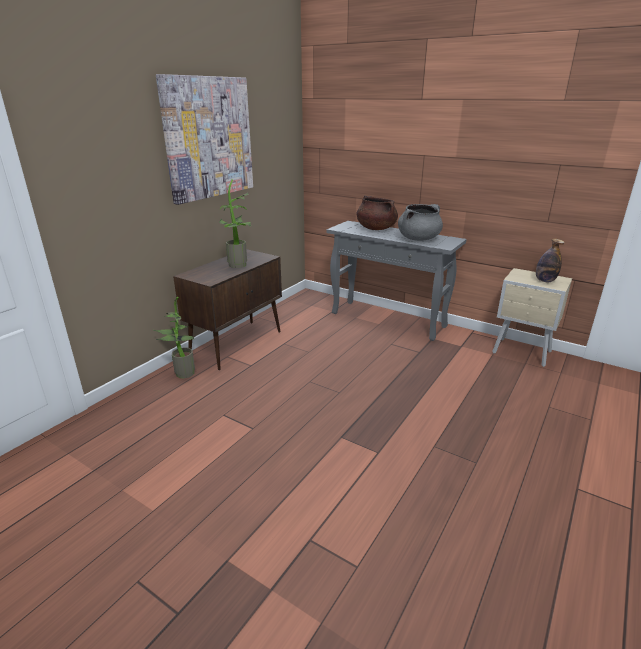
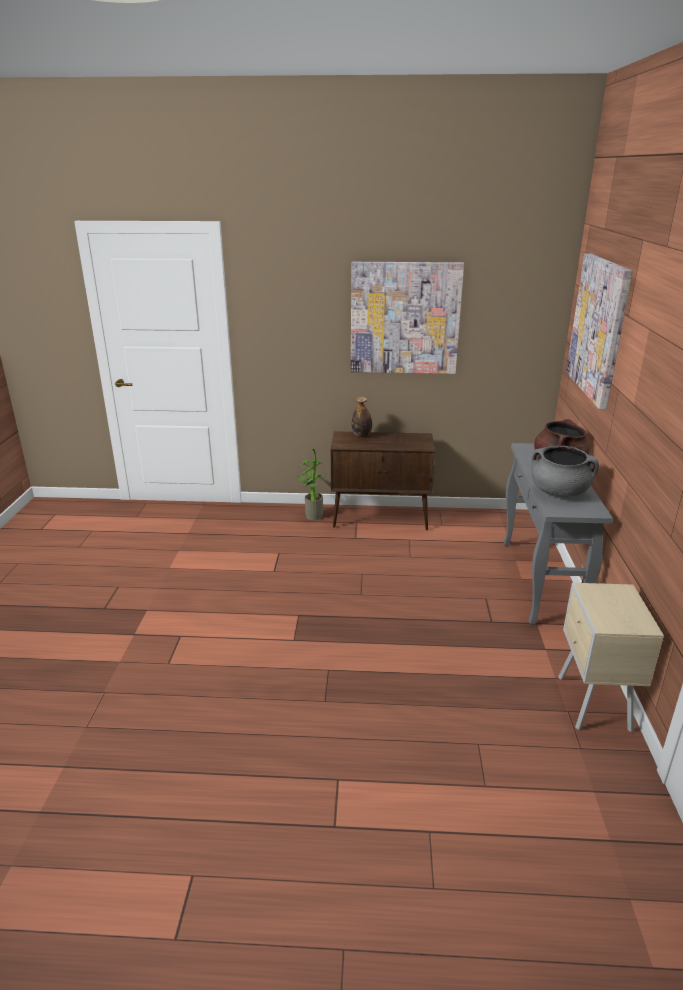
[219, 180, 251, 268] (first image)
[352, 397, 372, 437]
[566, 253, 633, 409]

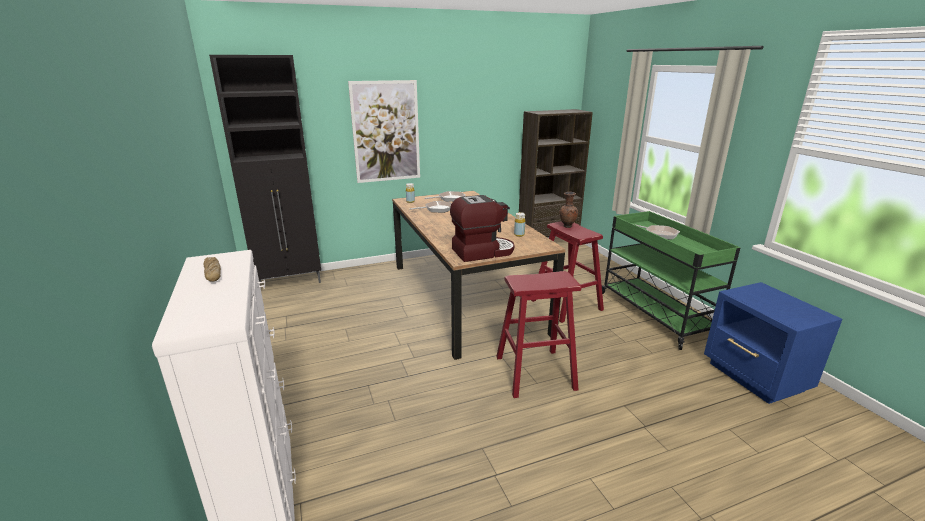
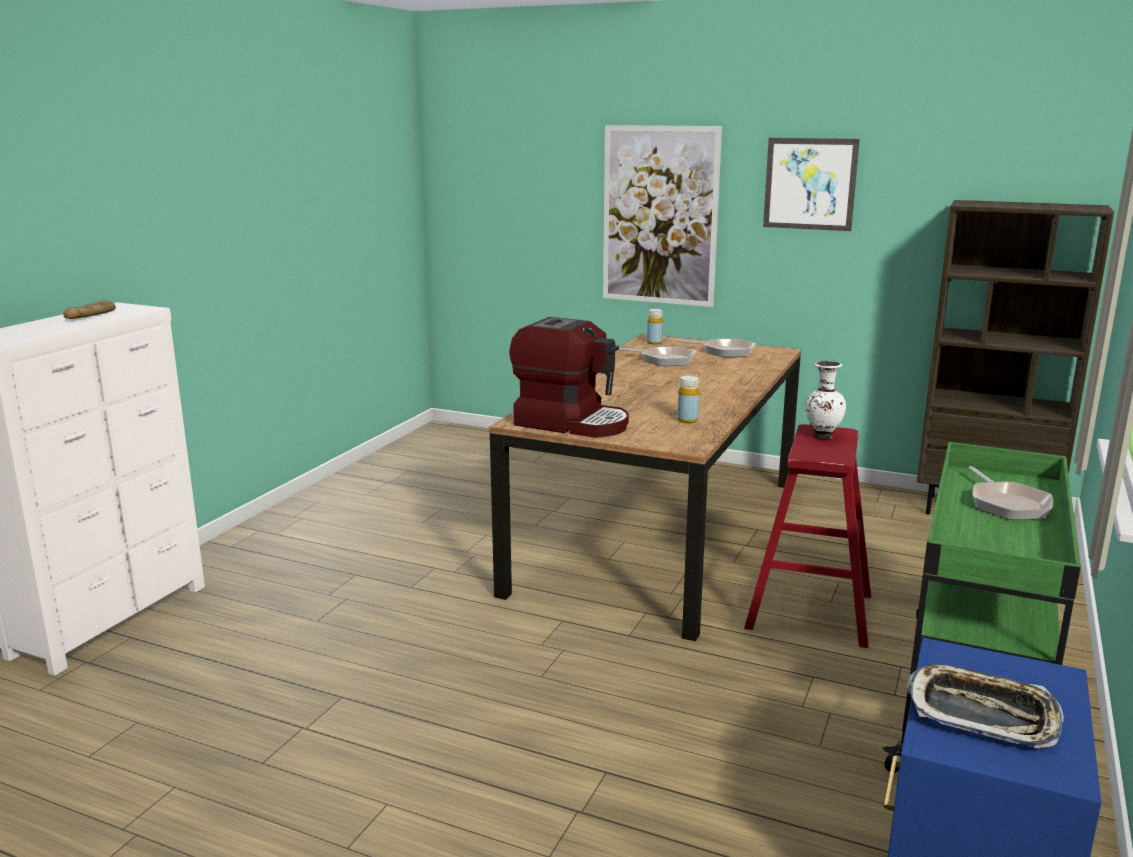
[209, 55, 321, 283] (first image)
[805, 361, 846, 439]
[496, 271, 581, 398] (first image)
[763, 138, 860, 231]
[906, 664, 1064, 748]

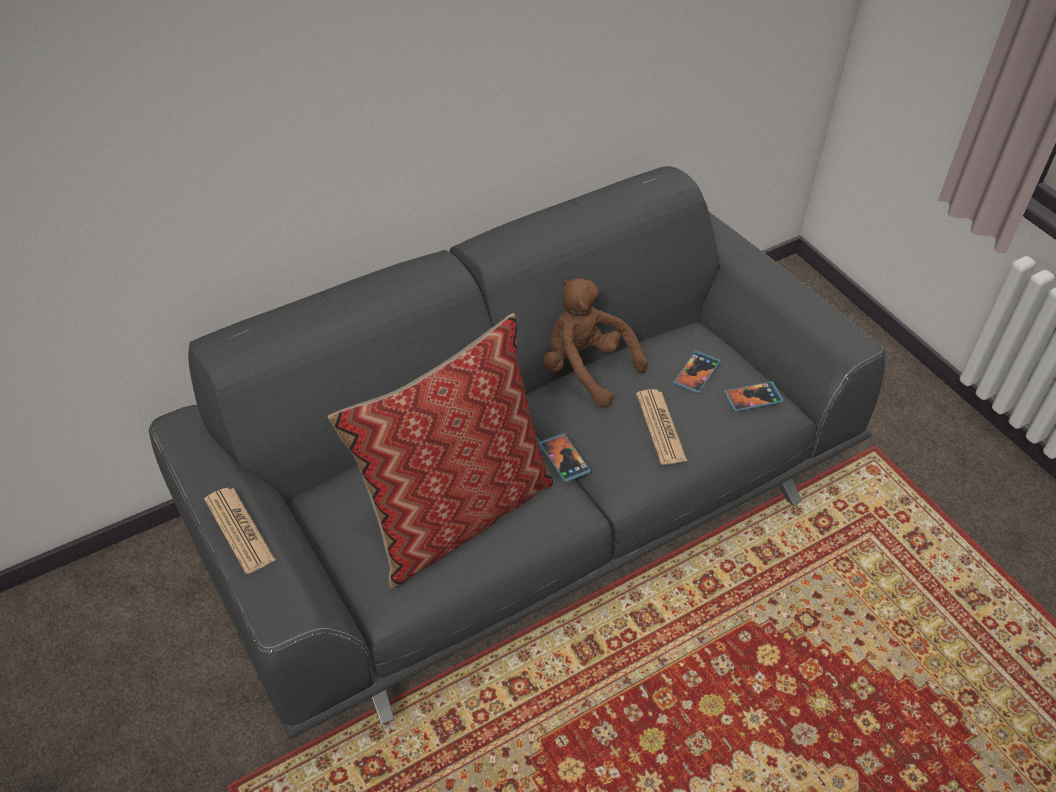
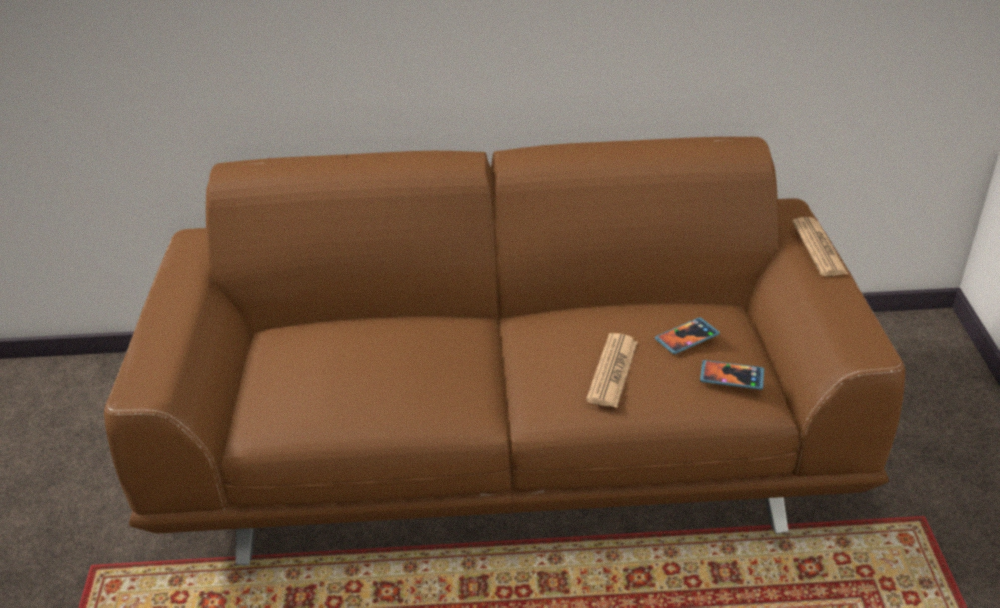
[104, 137, 905, 565]
[543, 278, 648, 407] (first image)
[328, 313, 553, 589] (first image)
[539, 433, 591, 482] (first image)
[792, 217, 848, 276]

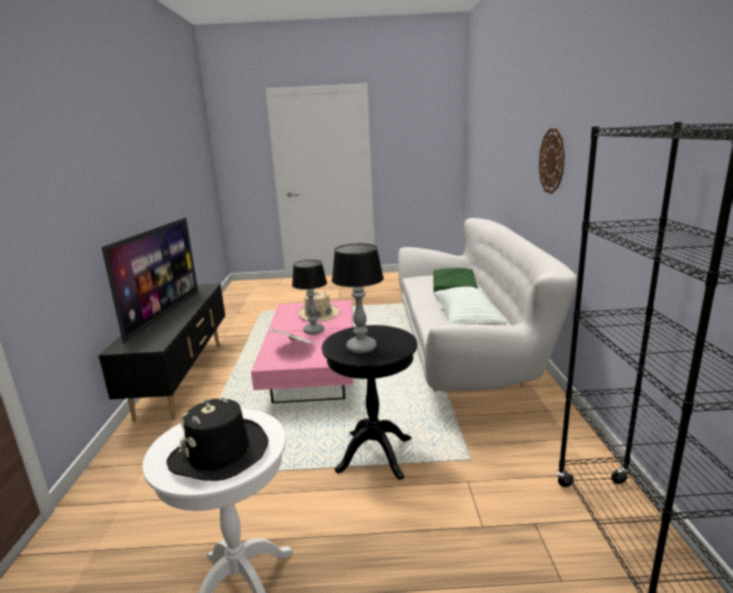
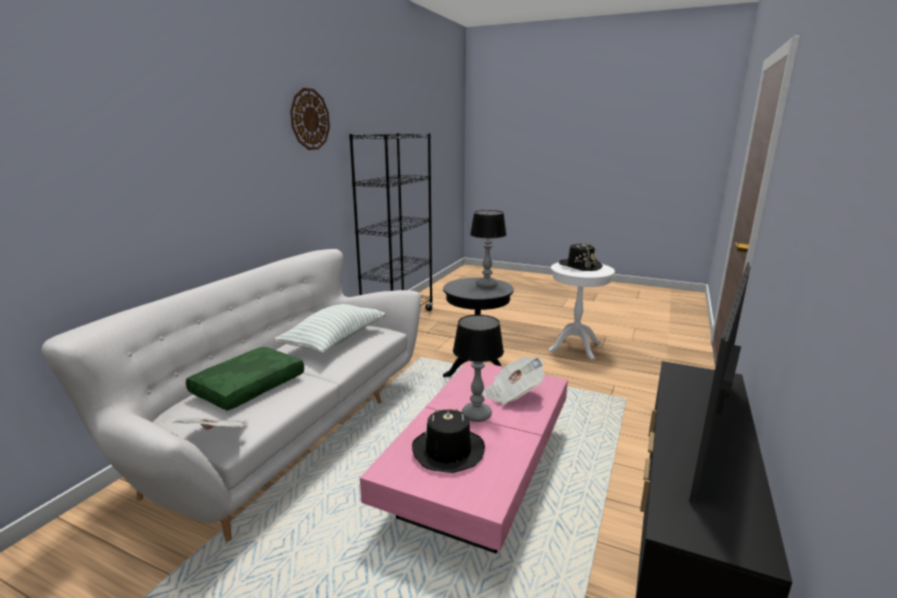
[290, 88, 330, 150]
[412, 408, 485, 473]
[162, 418, 248, 430]

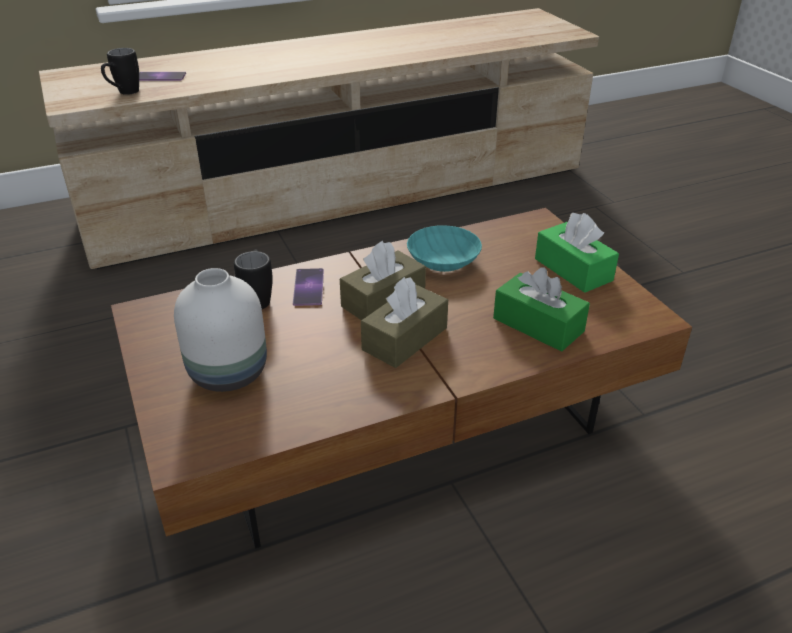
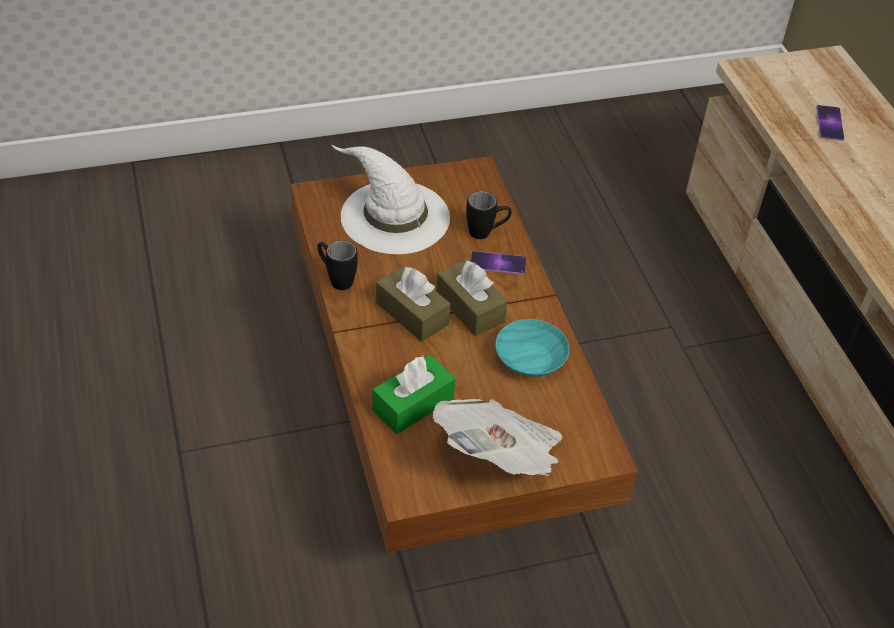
[317, 240, 358, 290]
[433, 399, 562, 476]
[332, 145, 450, 254]

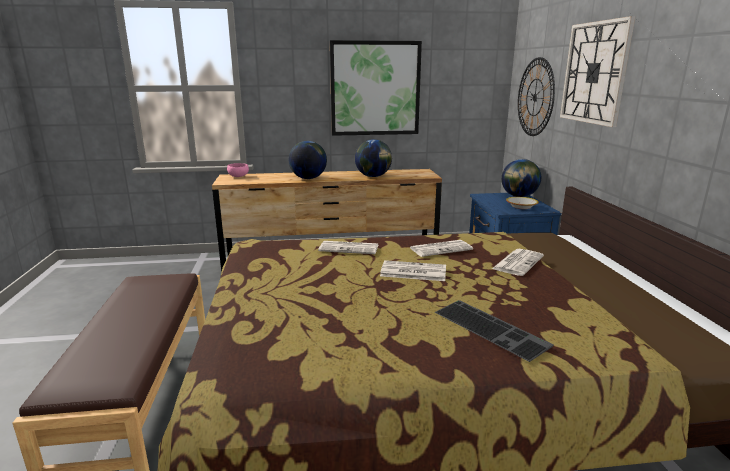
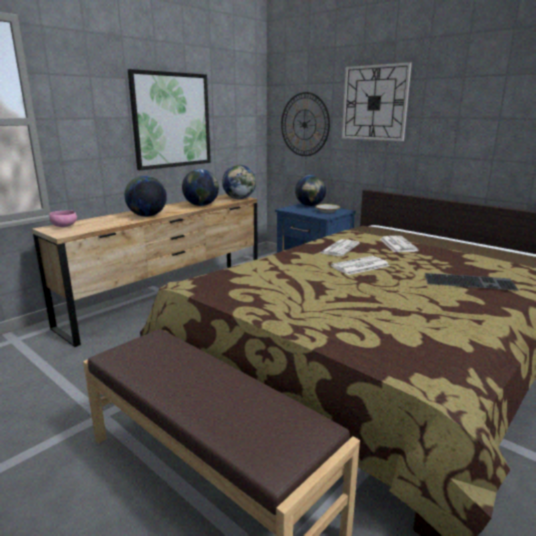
[318, 241, 378, 254] (first image)
[222, 165, 256, 199]

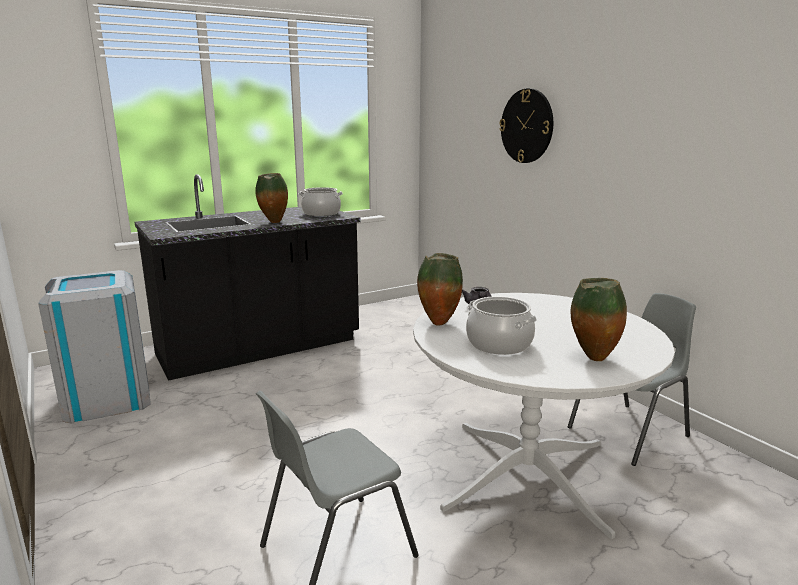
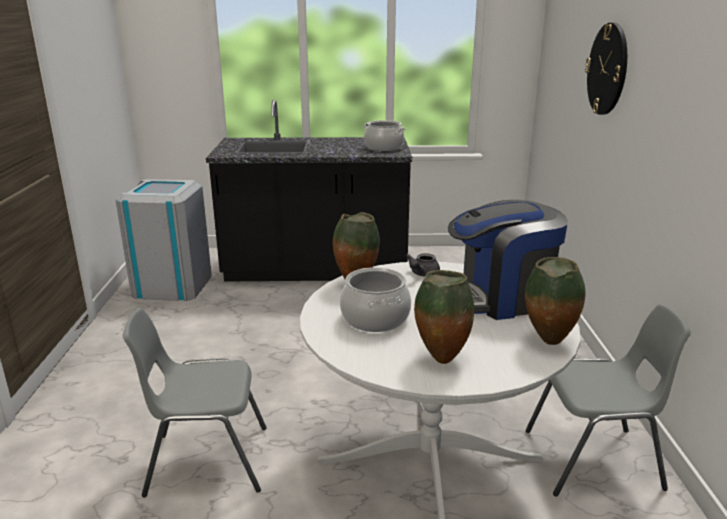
[525, 257, 585, 345]
[448, 200, 568, 320]

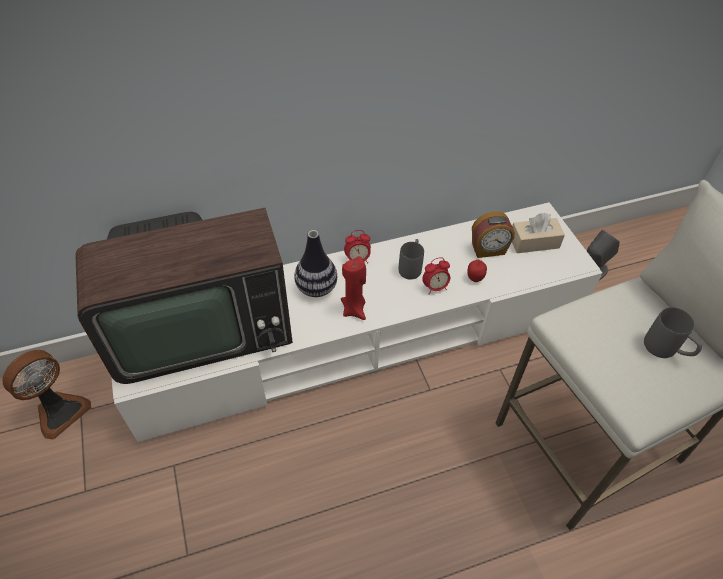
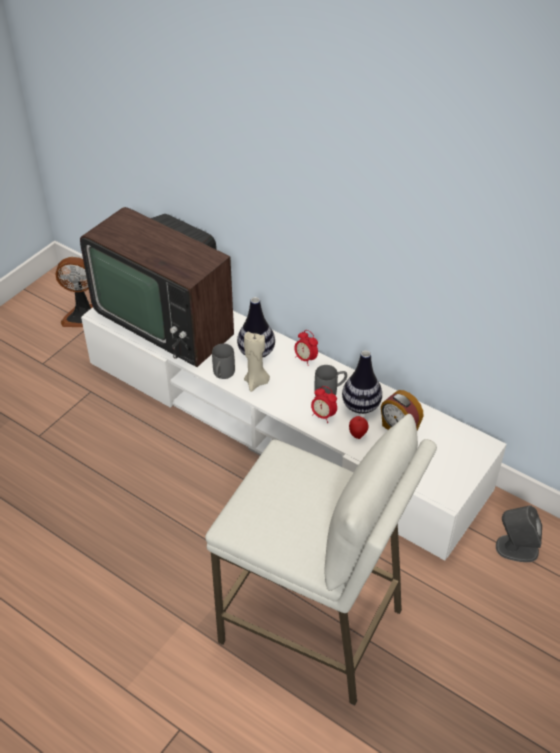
[512, 213, 565, 253] (first image)
[244, 332, 270, 392]
[212, 344, 235, 379]
[342, 350, 382, 414]

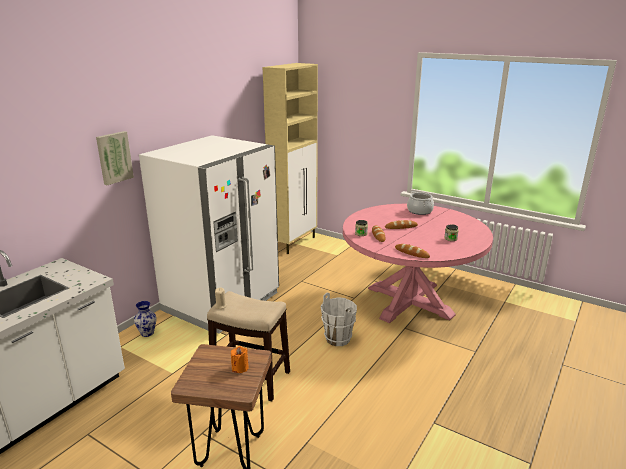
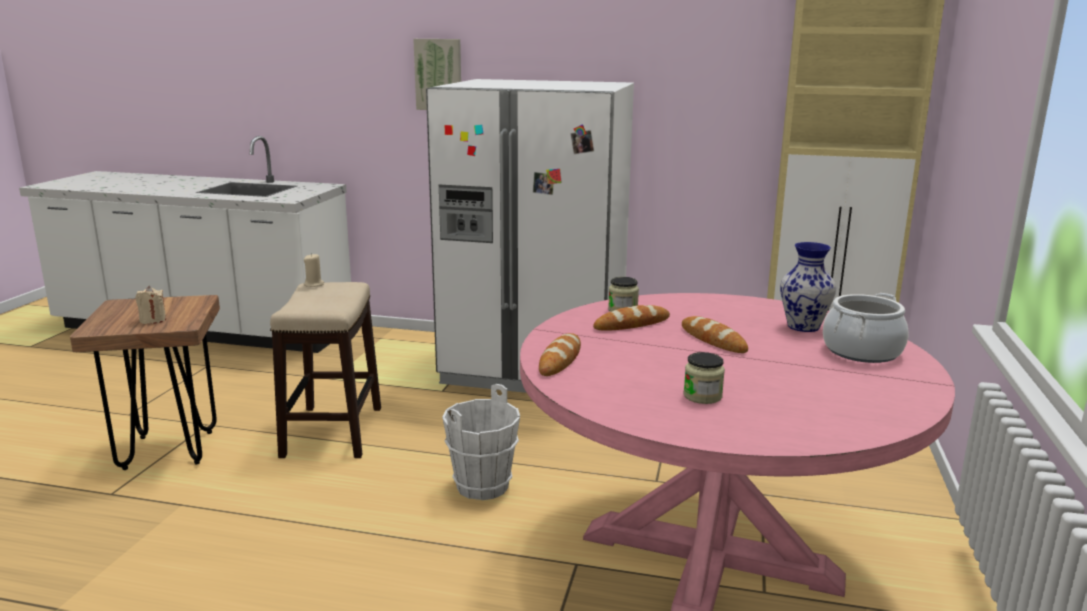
[780, 242, 836, 332]
[135, 286, 166, 324]

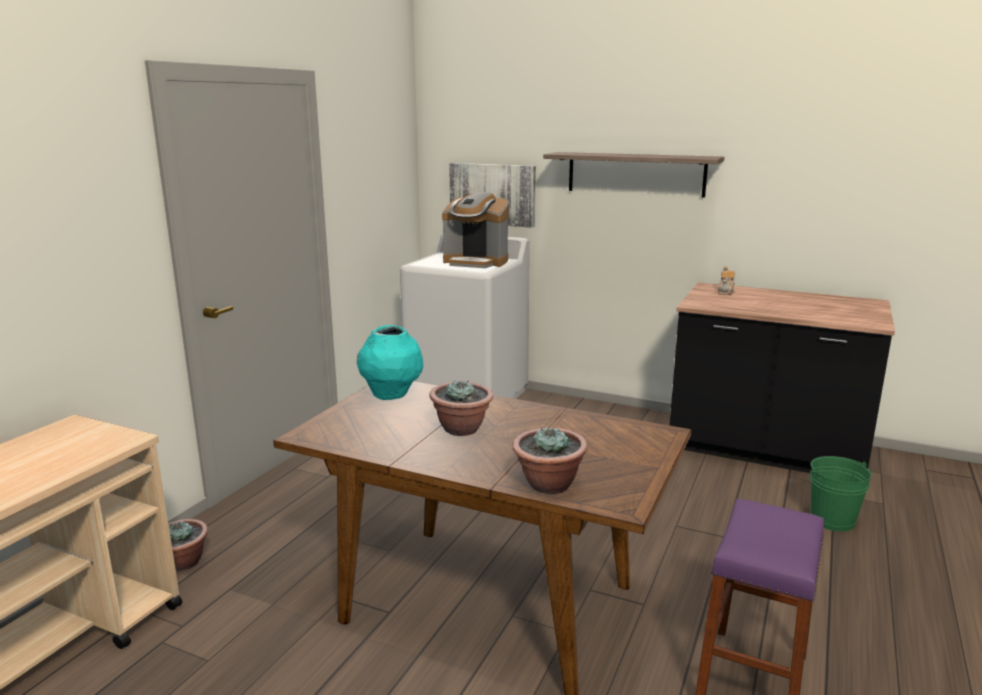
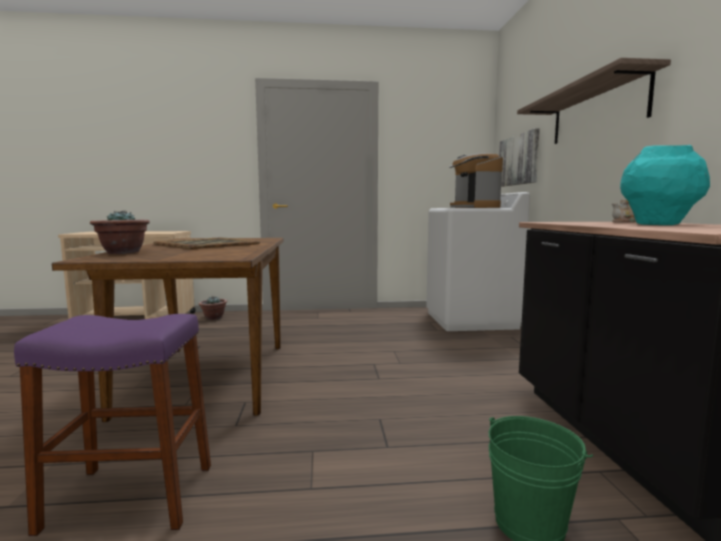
[620, 145, 710, 225]
[154, 238, 260, 249]

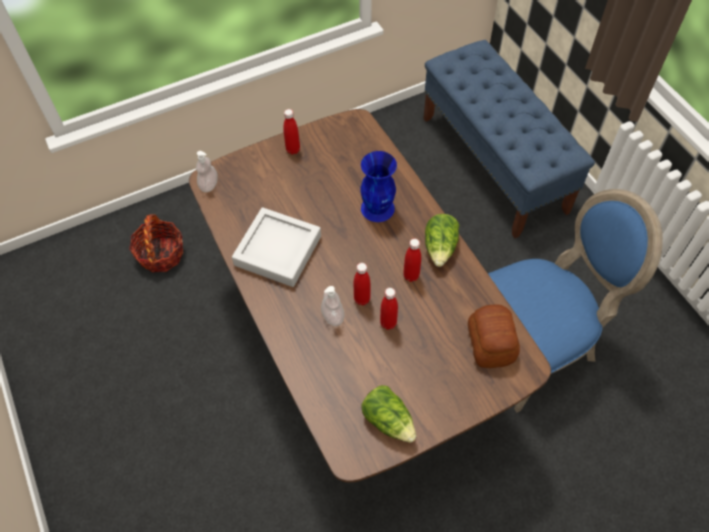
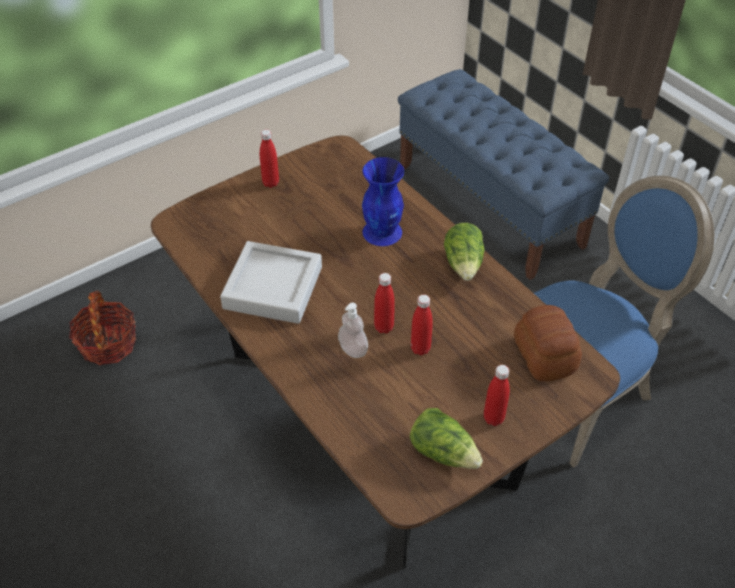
[196, 151, 218, 192] (first image)
[484, 365, 510, 426]

